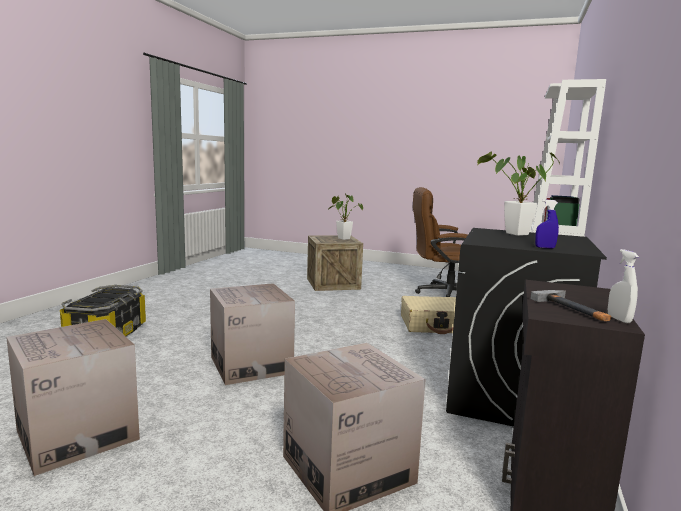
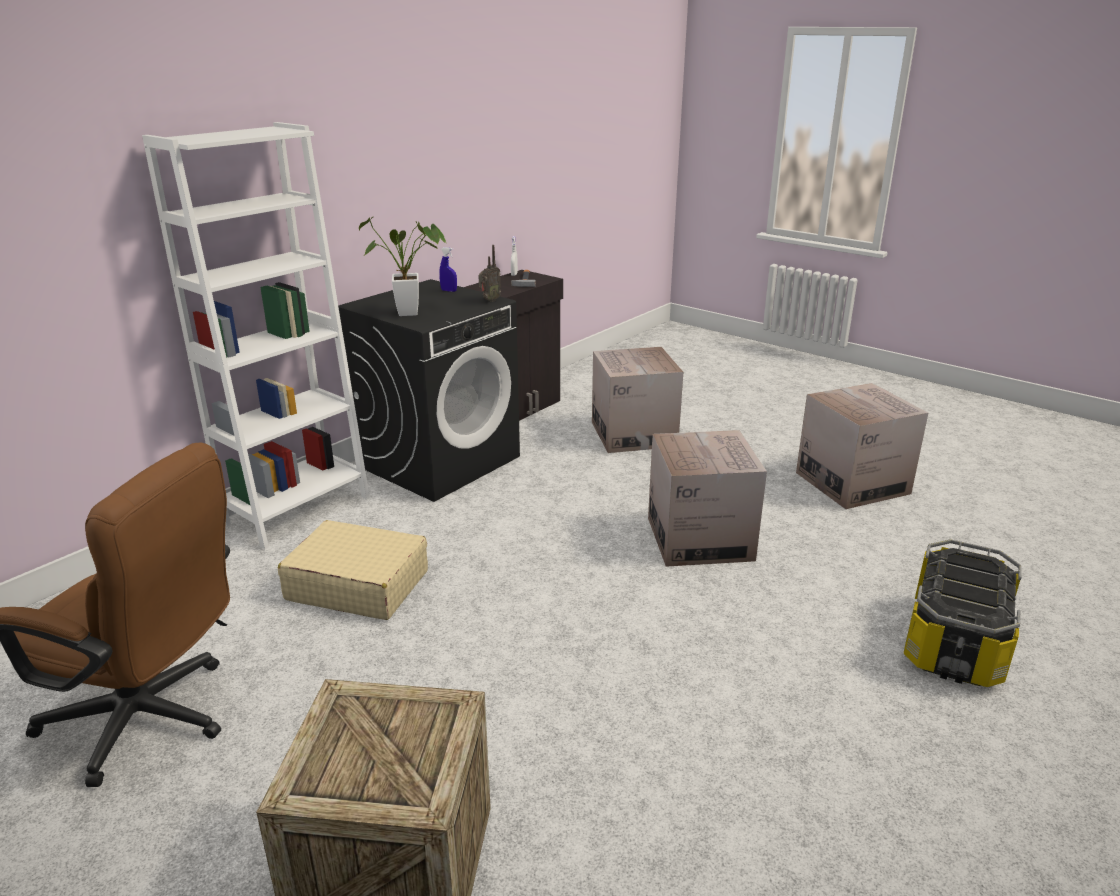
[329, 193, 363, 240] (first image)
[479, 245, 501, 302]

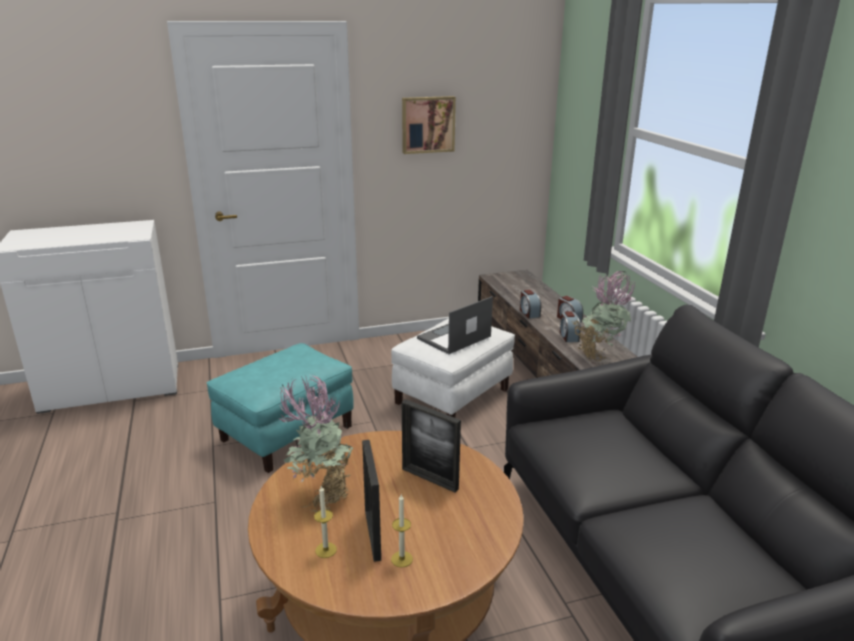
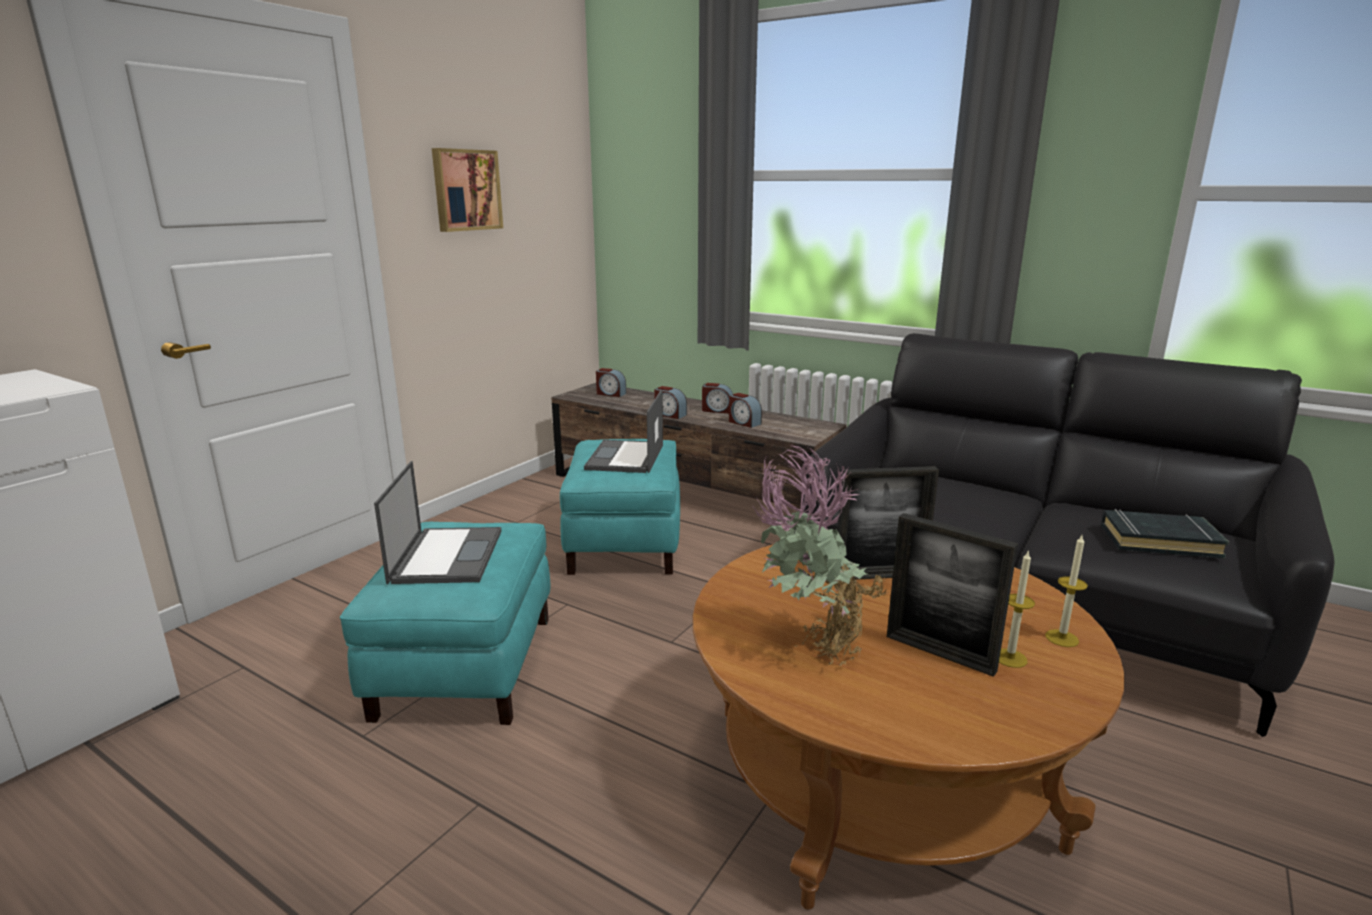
[572, 271, 636, 361] (first image)
[560, 439, 680, 575]
[1045, 535, 1088, 647]
[596, 368, 626, 397]
[374, 461, 501, 584]
[1101, 509, 1229, 558]

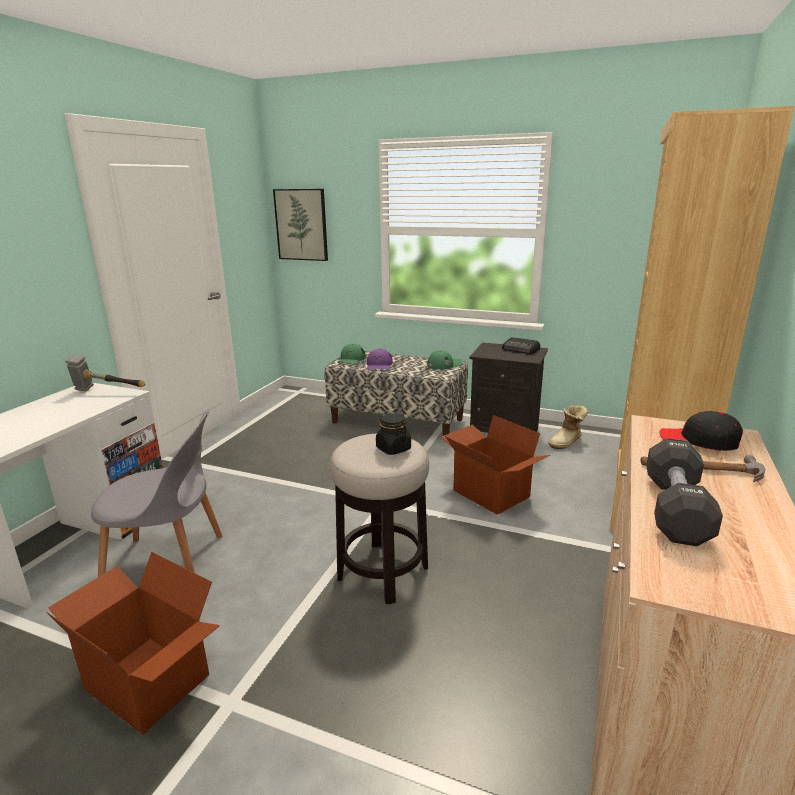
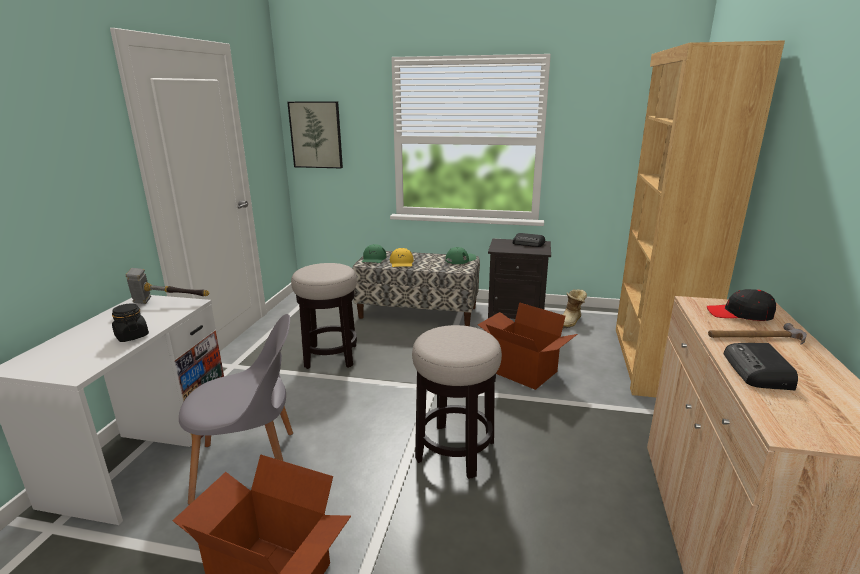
[390, 248, 414, 267]
[112, 304, 149, 342]
[724, 343, 798, 390]
[291, 263, 357, 369]

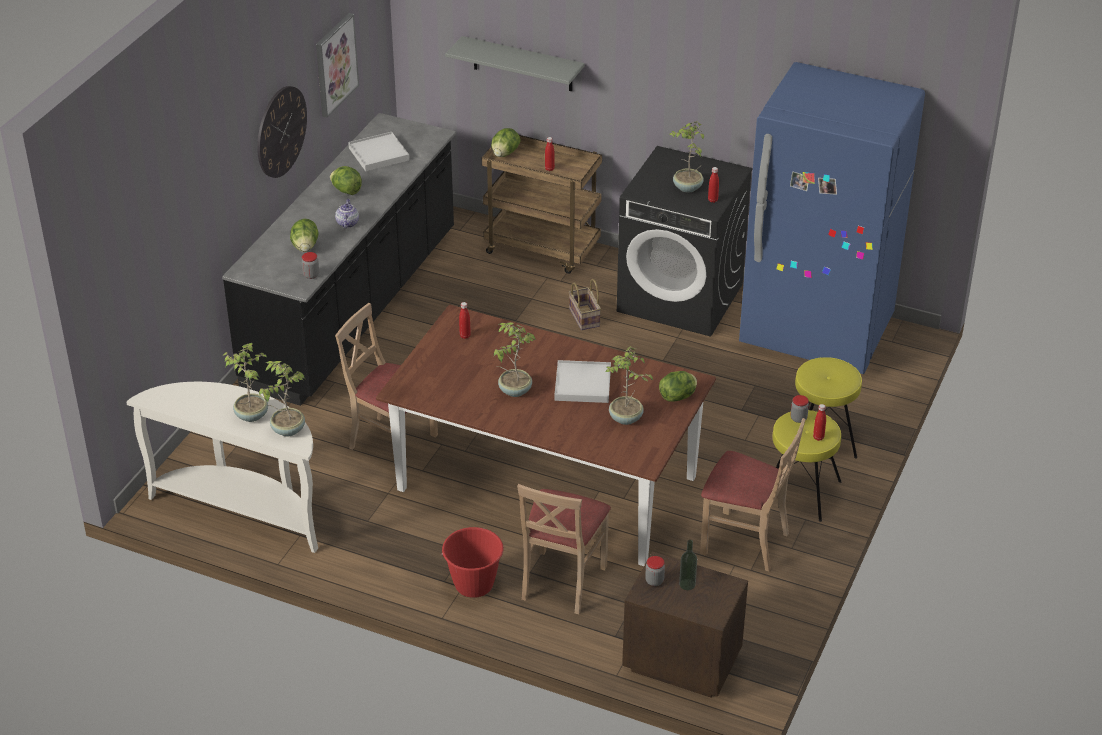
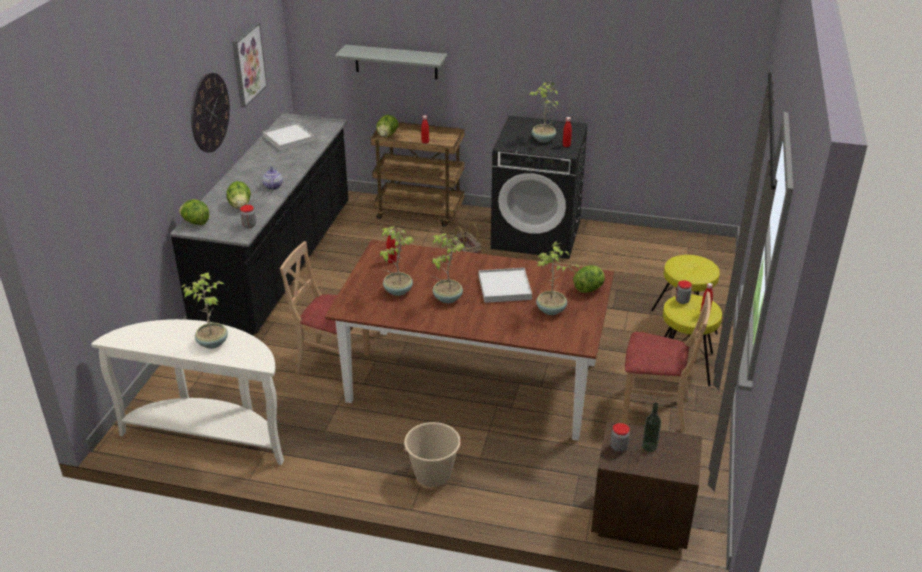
[739, 62, 925, 374] (first image)
[179, 199, 209, 225]
[380, 226, 415, 296]
[517, 484, 611, 614] (first image)
[403, 422, 461, 487]

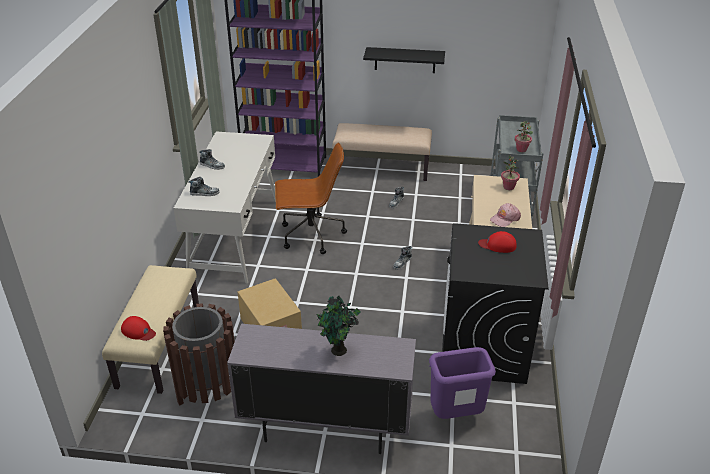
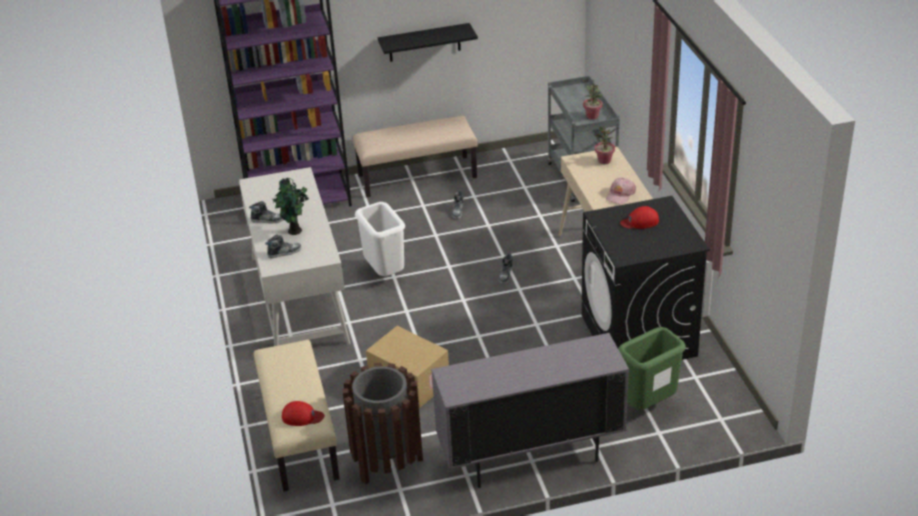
[355, 202, 405, 276]
[272, 177, 309, 235]
[618, 327, 686, 410]

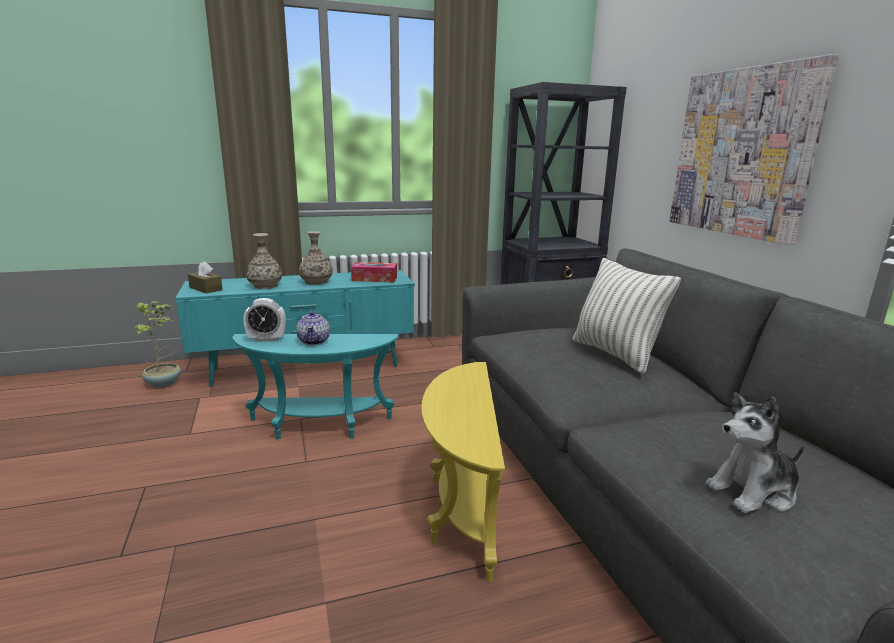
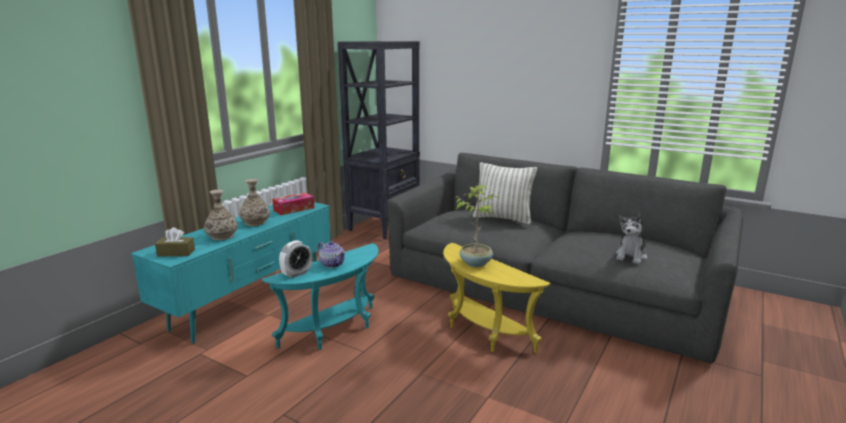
[670, 54, 838, 245] (first image)
[454, 183, 499, 267]

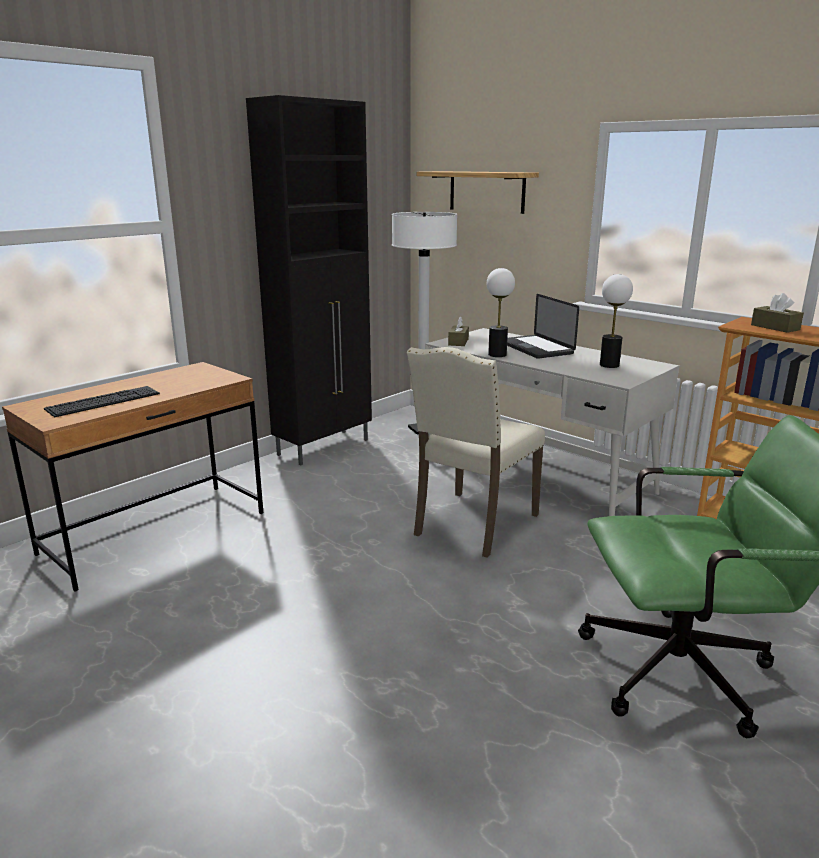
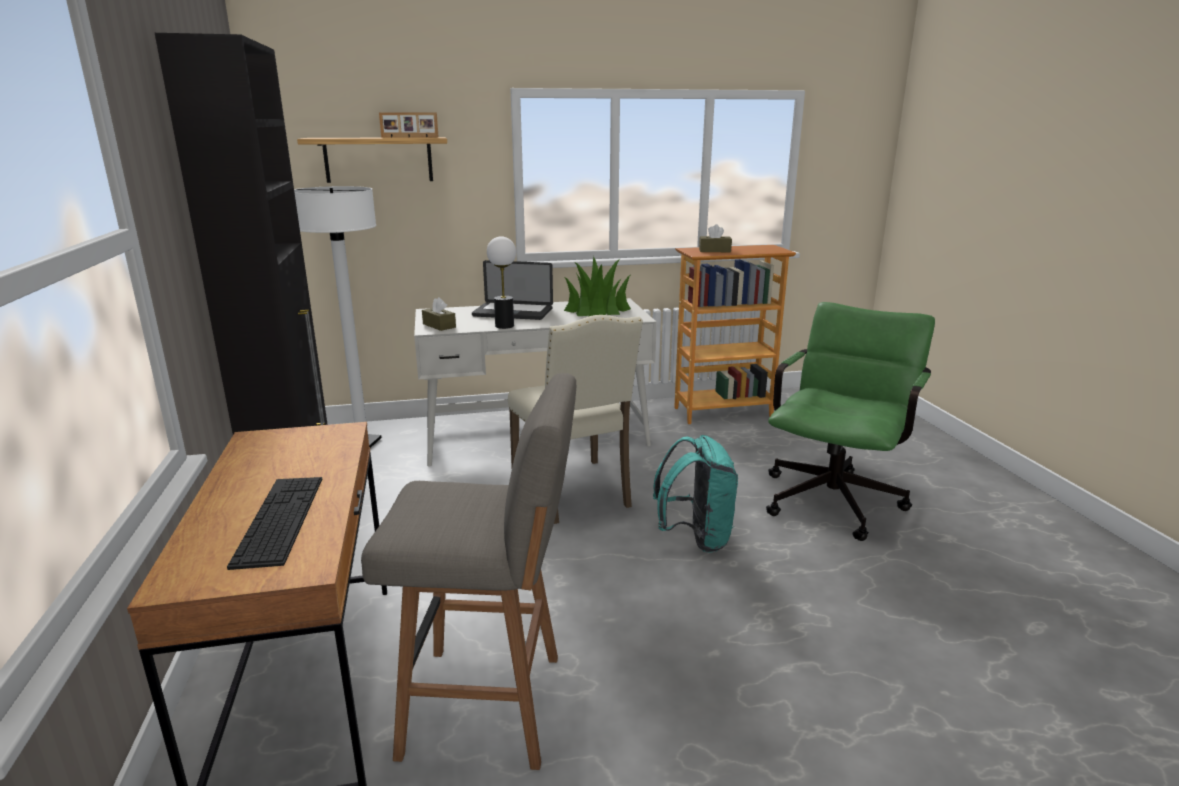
[564, 255, 631, 316]
[379, 112, 439, 138]
[361, 373, 576, 770]
[653, 435, 738, 552]

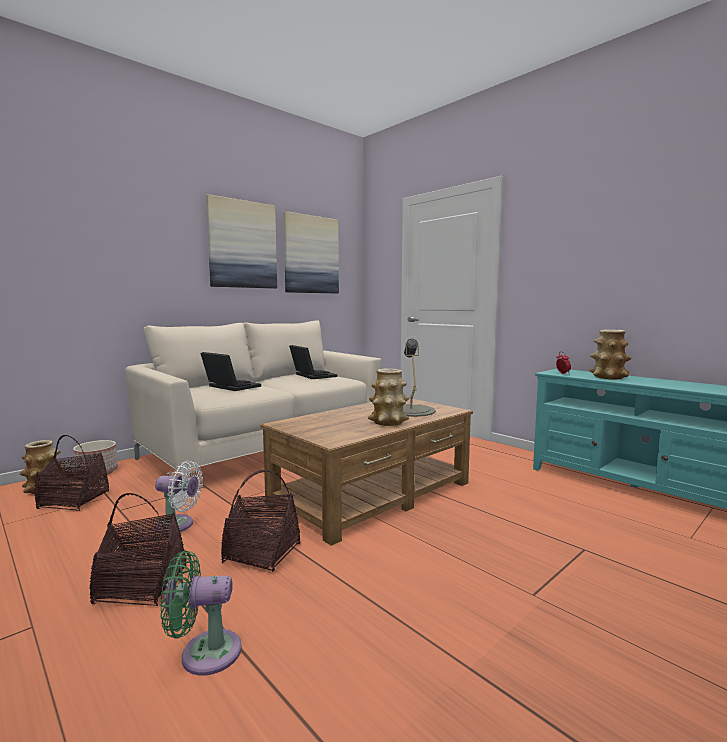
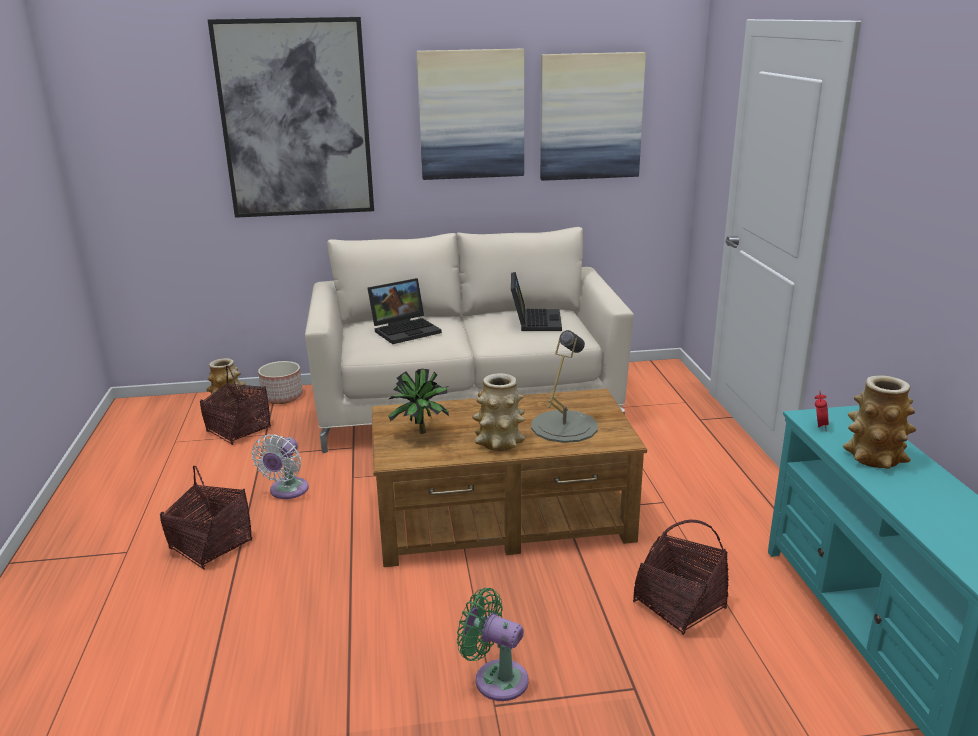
[367, 278, 442, 344]
[252, 434, 309, 499]
[633, 520, 729, 635]
[457, 588, 529, 701]
[207, 17, 374, 218]
[388, 369, 449, 434]

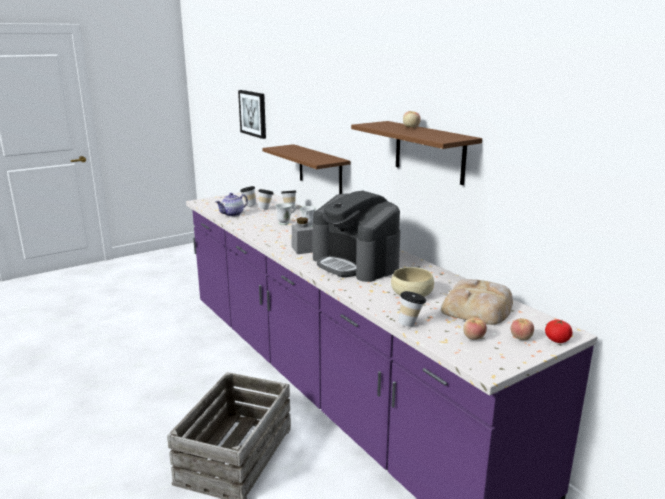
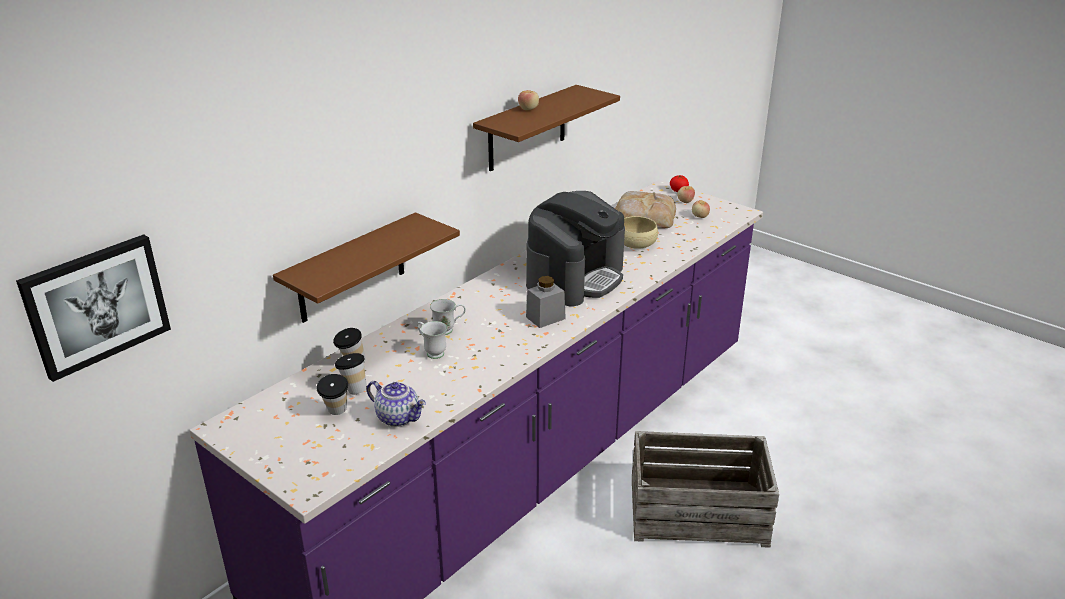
[398, 291, 426, 327] (first image)

